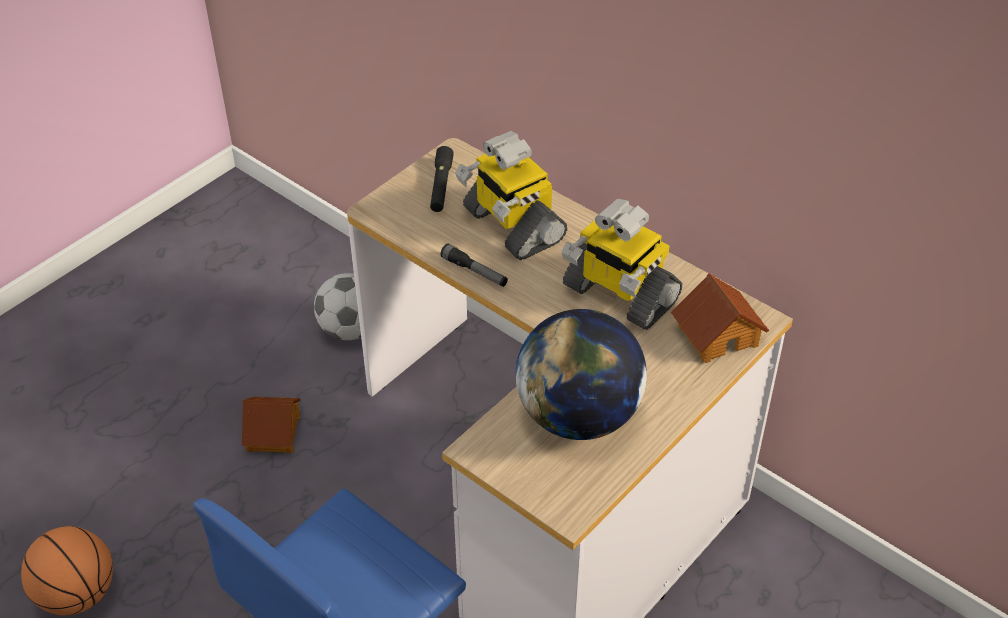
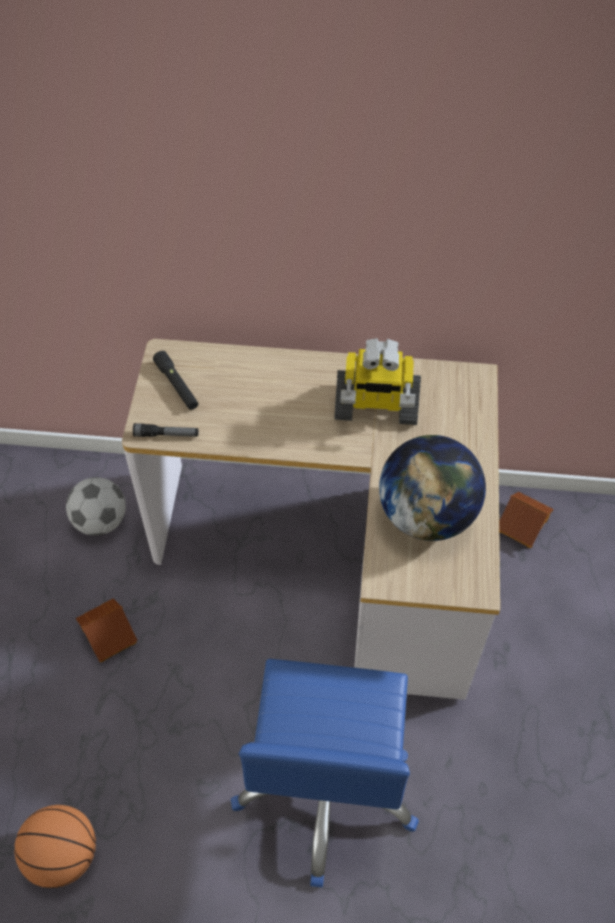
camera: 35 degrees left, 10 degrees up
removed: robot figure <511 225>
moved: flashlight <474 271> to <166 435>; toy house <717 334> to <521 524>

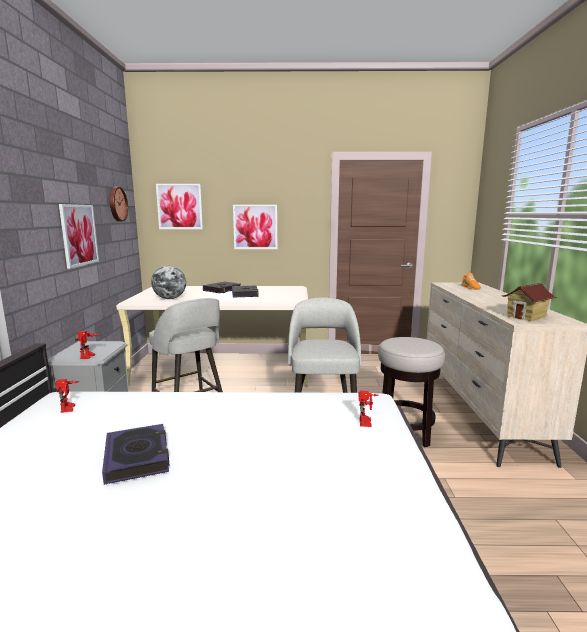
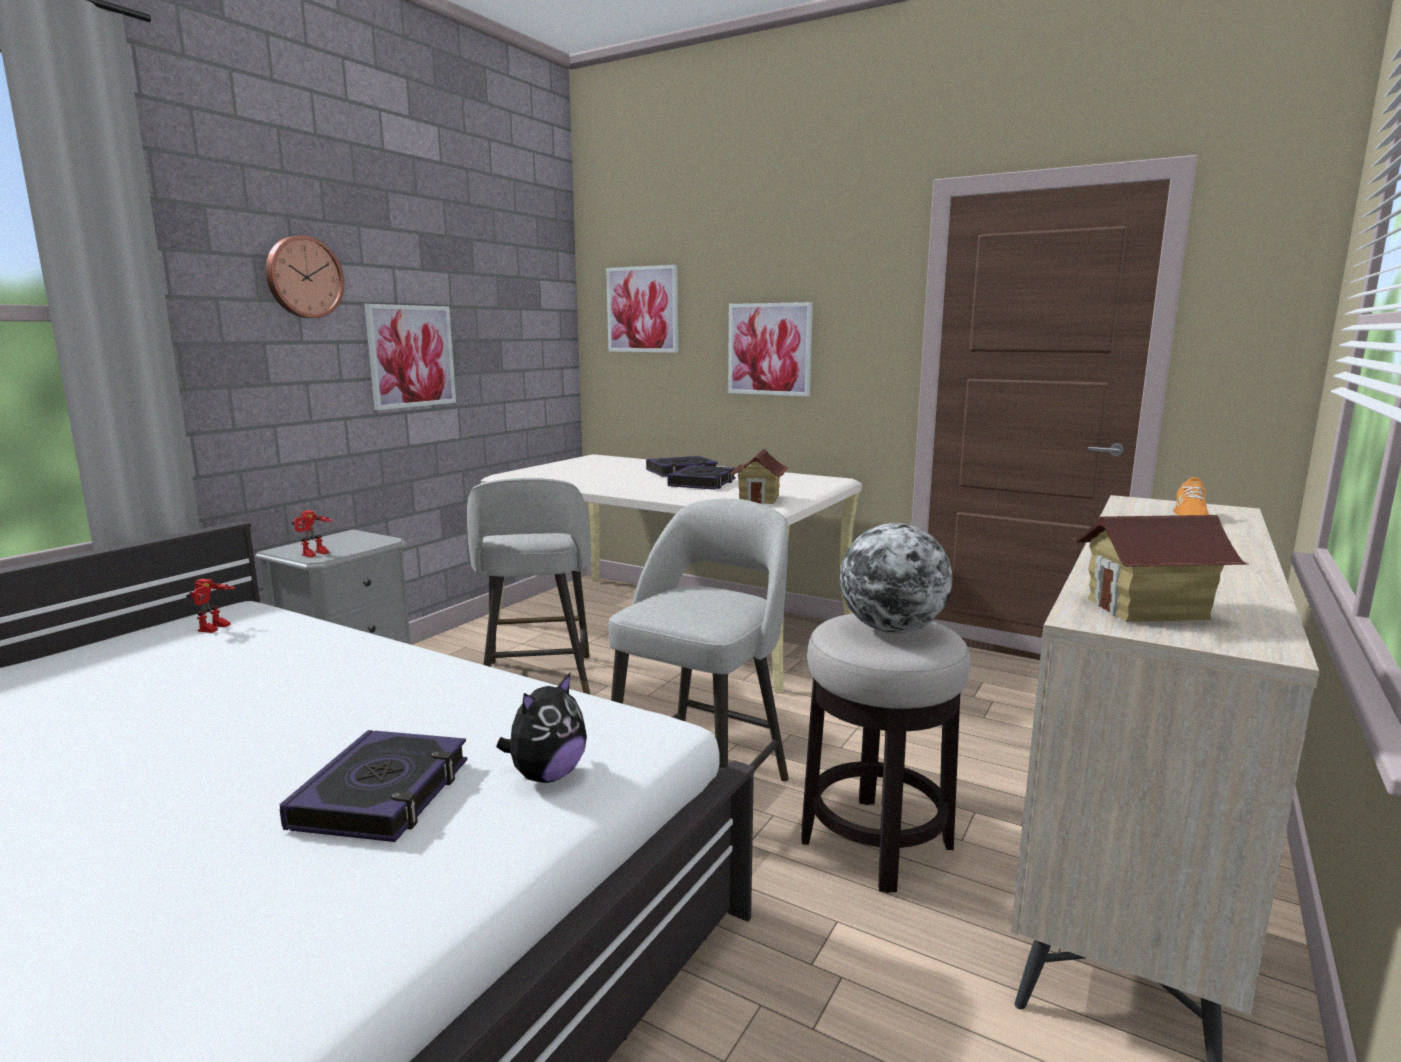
camera: 30 degrees right, 0 degrees up
added: toy house <759 499>
moved: book <137 458> to <383 794>; clock on the wall <117 204> to <303 277>; desk globe <170 298> to <892 629>
replaced: robot figure <367 423> to cuddly toy <546 775>

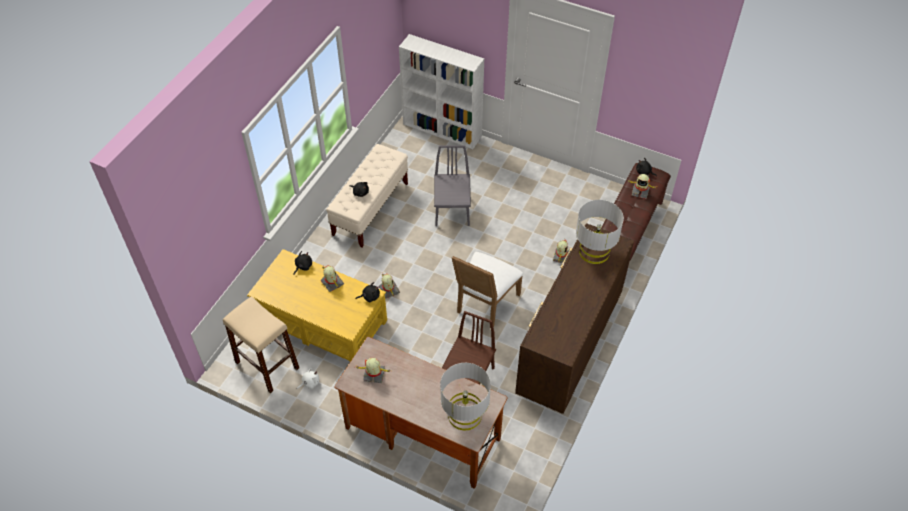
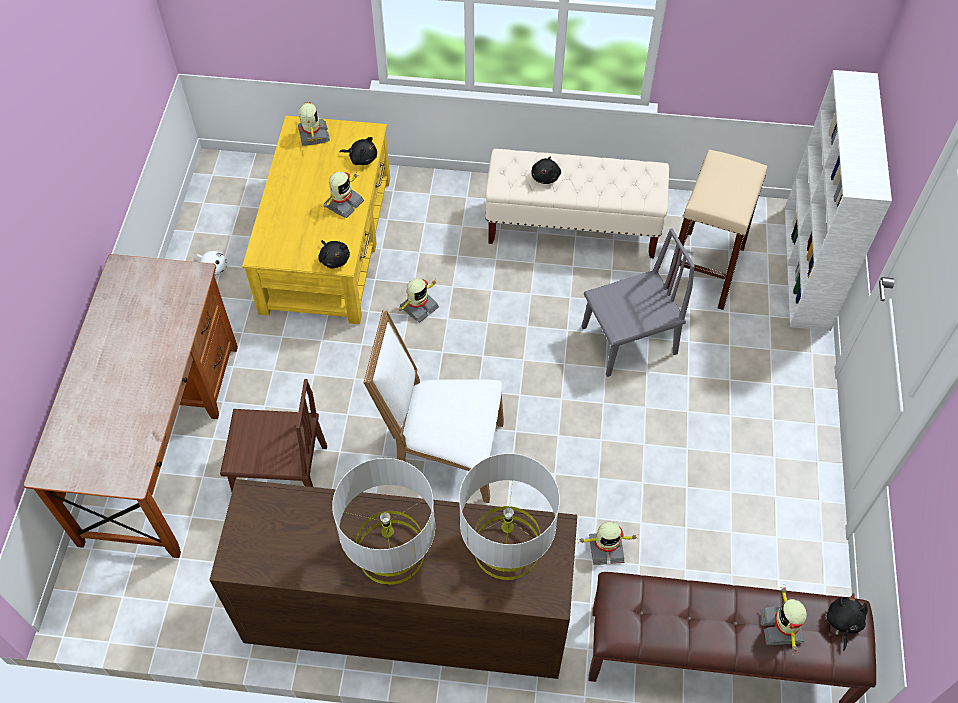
camera: 70 degrees right, 5 degrees up
moved: sitting stool (beige) <267 365> to <704 269>; robot figure <374 375> to <313 135>; table lamp (greyish) <465 414> to <391 553>

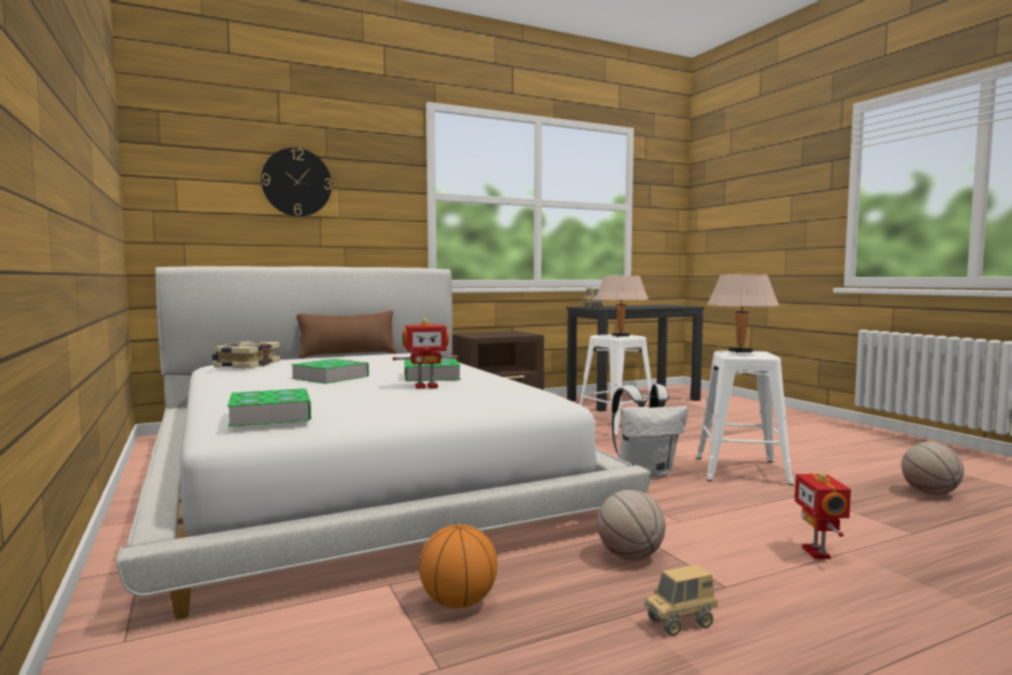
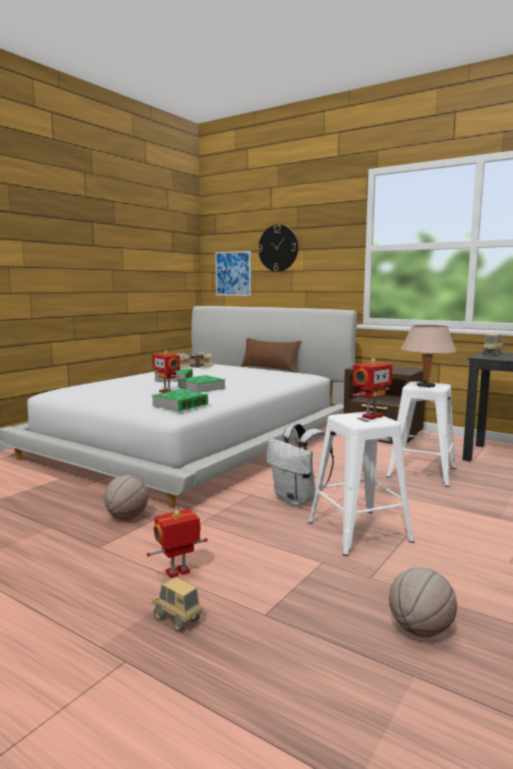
camera: 60 degrees right, 5 degrees up
removed: basketball <458 602>
added: picture <233 273>
moved: book <270 415> to <180 405>; toy truck <680 623> to <177 620>
replaced: table lamp (beige) <740 352> to robot figure <371 416>

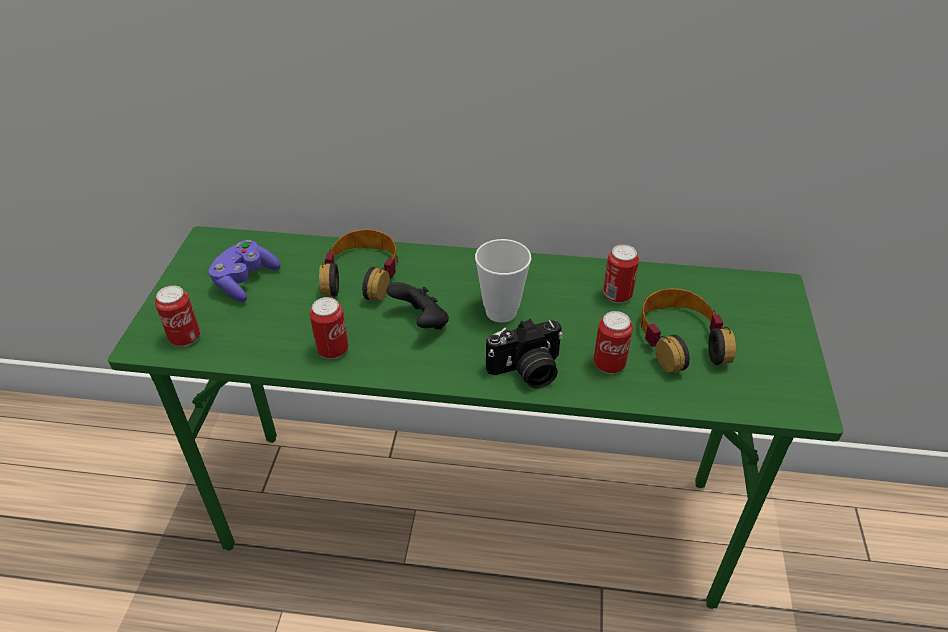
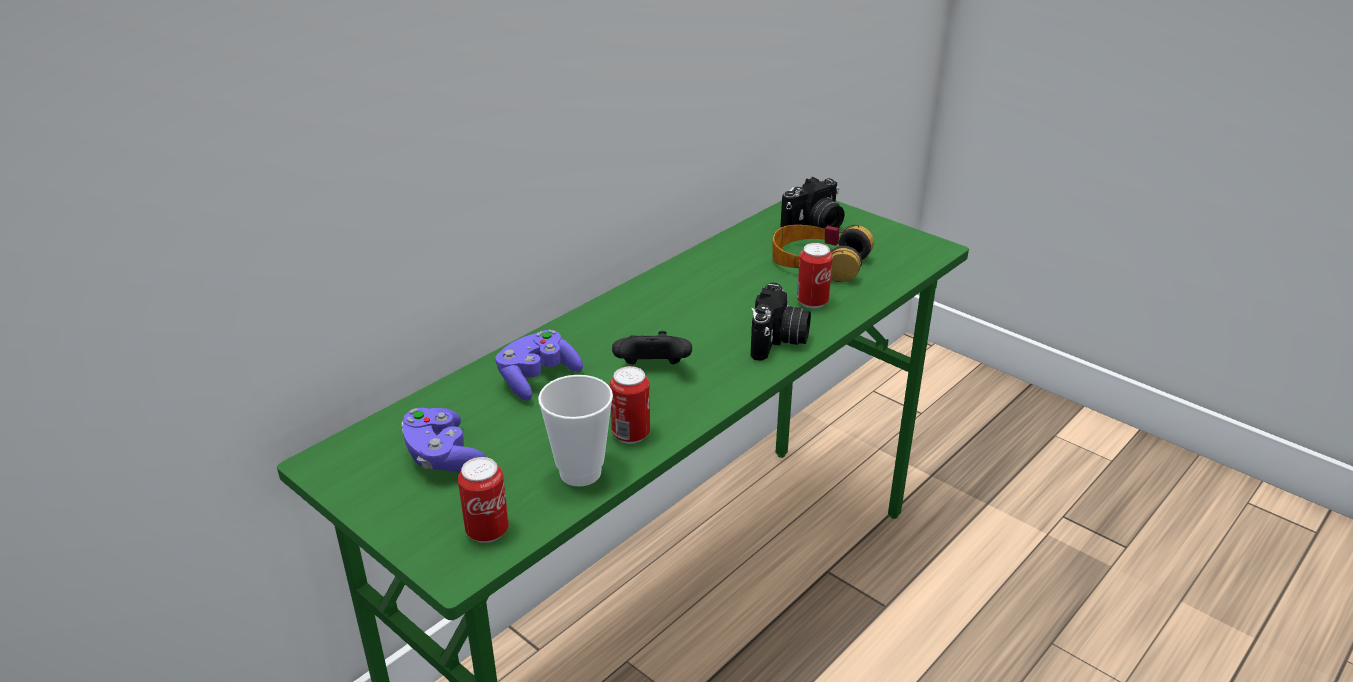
camera: 55 degrees left, 10 degrees down
removed: metal can <617 296>
added: photo camera <815 225>
moved: small cup <501 312> to <580 472>
replaced: headphones <362 275> to gamepad (purple) <537 378>

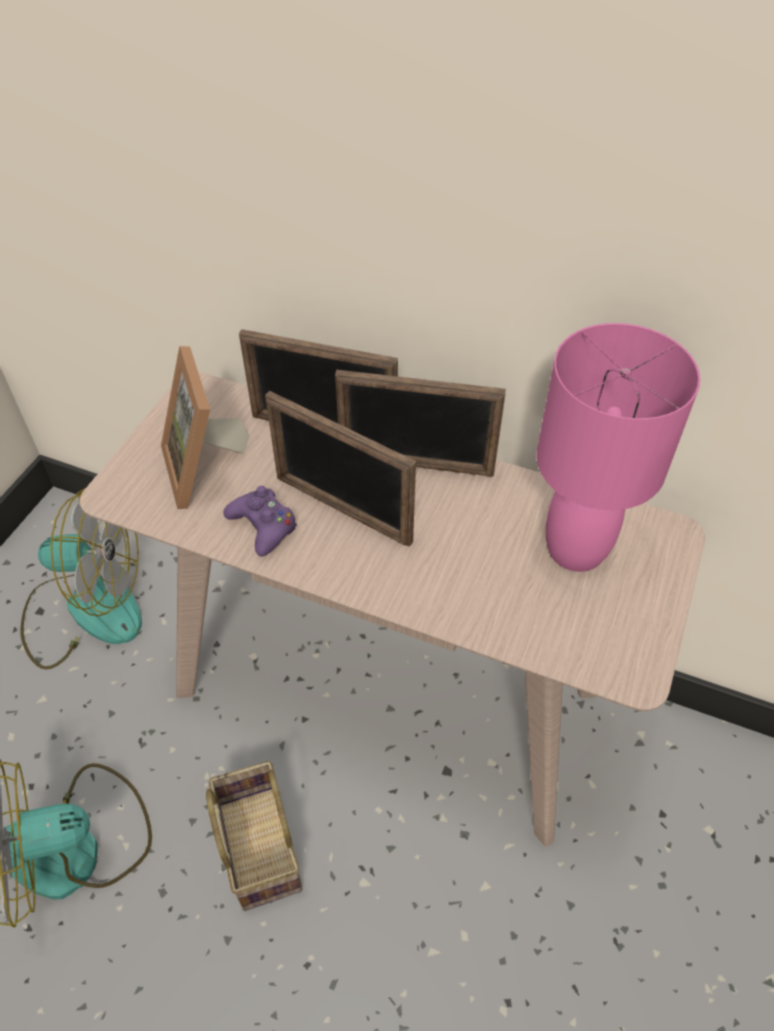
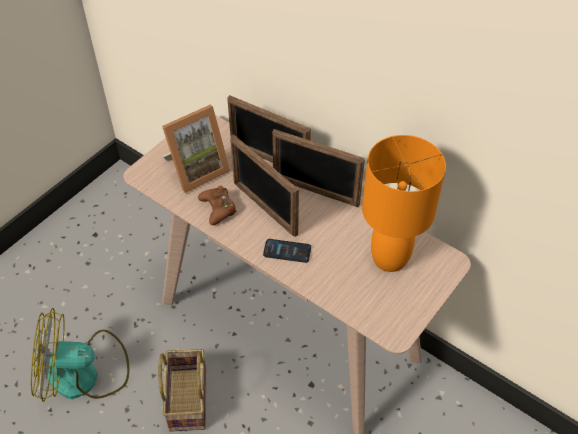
camera: 15 degrees right, 0 degrees up
removed: fan <86 609>
added: telephone <287 251>
recoloured: gamepad (purple) <263 526> to gamepad (brown) <218 208>; table lamp (pink) <577 549> to table lamp (orange-coloured) <390 259>
turned: standing frame <206 468> = <196 169> 120 degrees counterclockwise

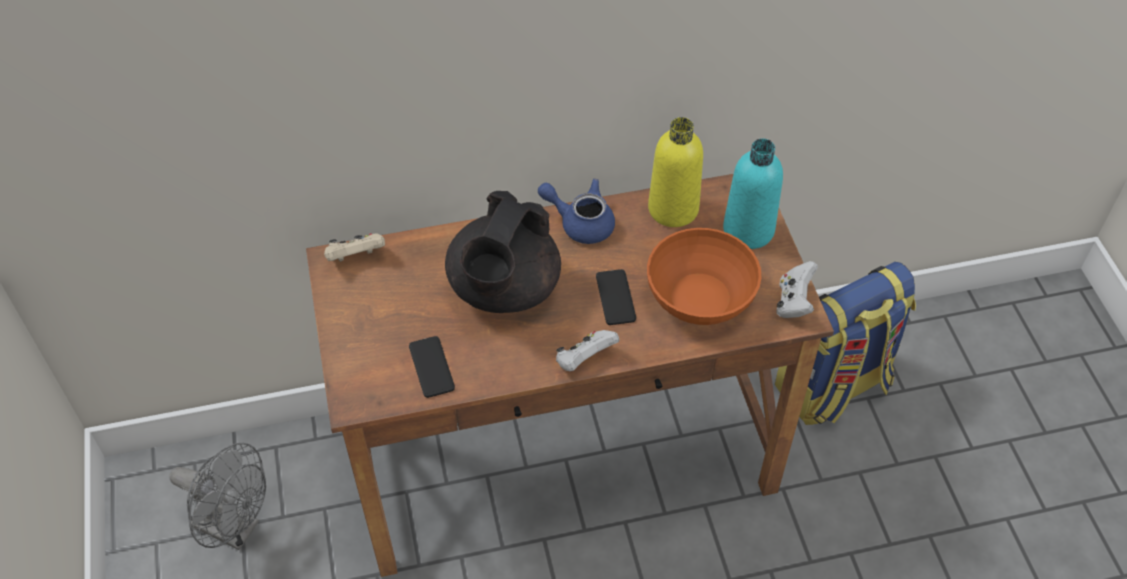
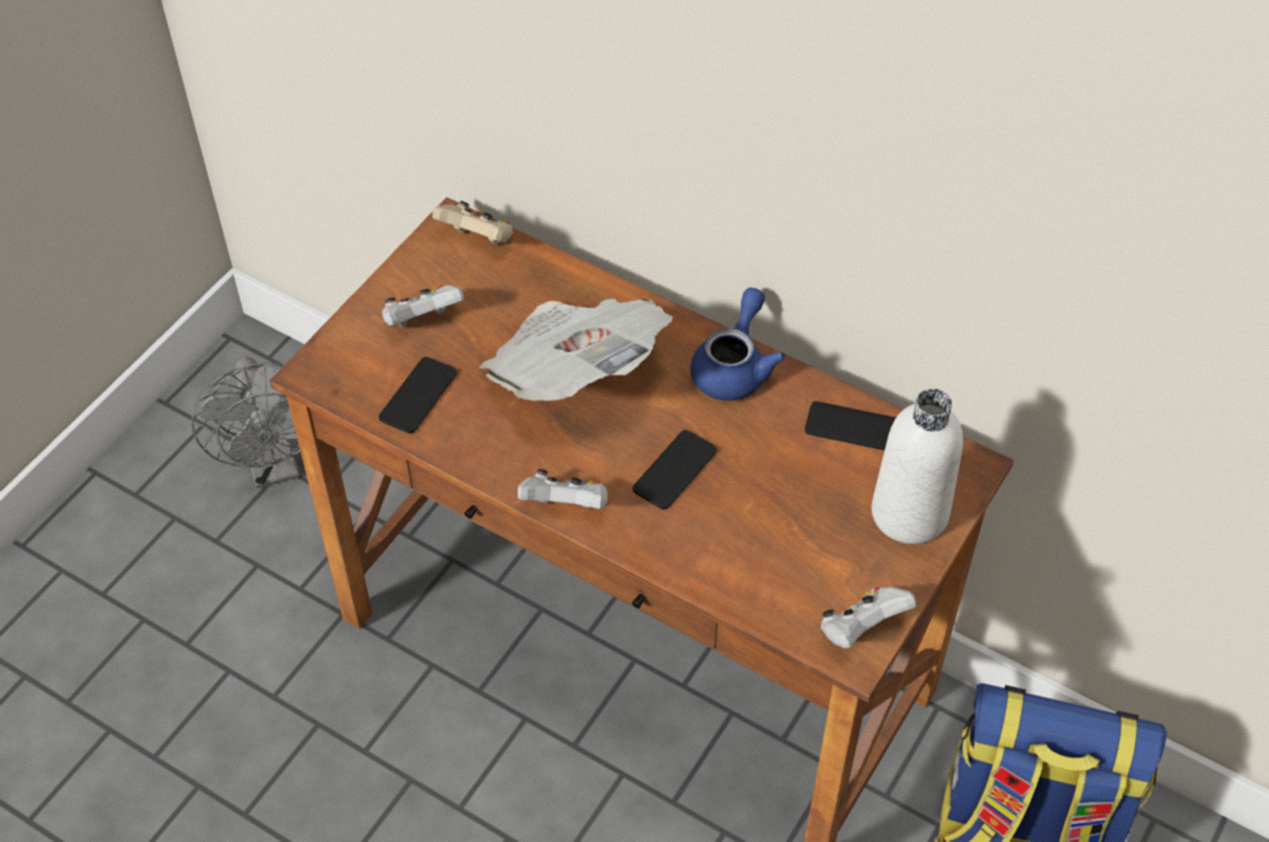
camera: 45 degrees right, 0 degrees up
removed: bowl (orange-coloured) <700 297>
added: gamepad (white) <422 321>
replaced: tea pot (black-coloured) <503 289> to daily paper <575 375>; beverage bottle (yellow) <673 209> to telephone <852 427>
recoloured: beverage bottle (turquoise-coloured) <748 230> to beverage bottle (white) <909 513>
turned: tea pot (bluish) <580 223> = <734 367> 45 degrees clockwise

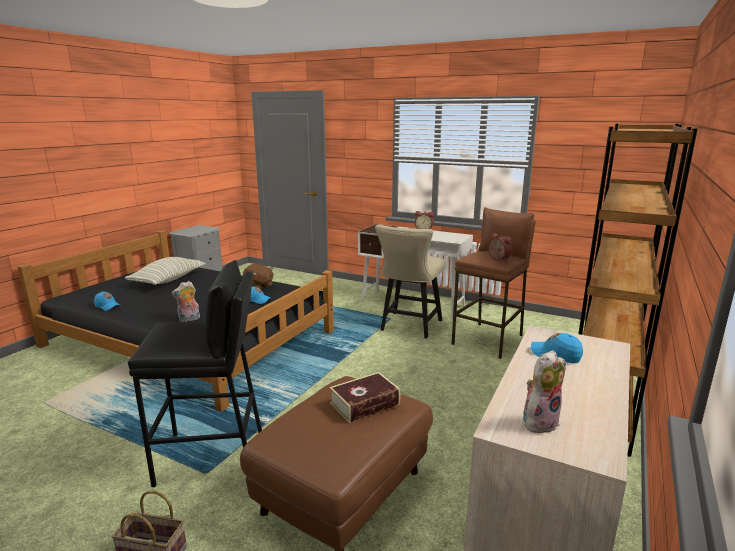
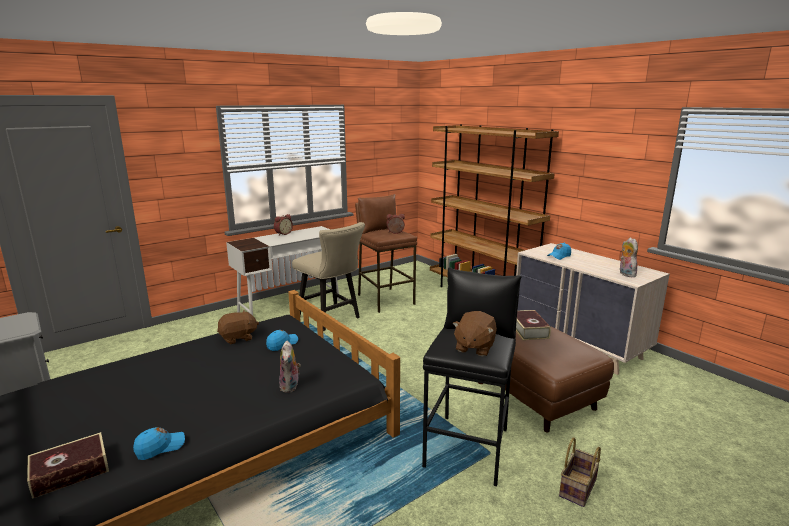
camera: 65 degrees left, 0 degrees up
removed: cushion <168 280>
added: book <70 472>; cuddly toy (brown) <474 347>

